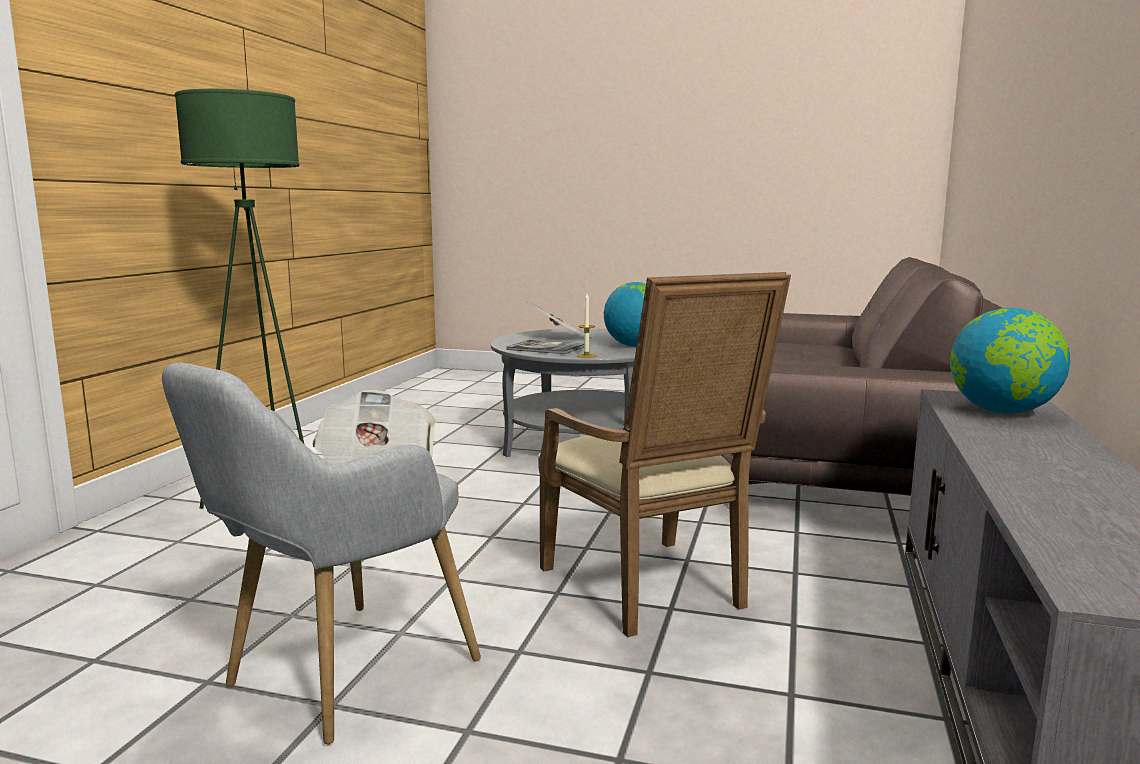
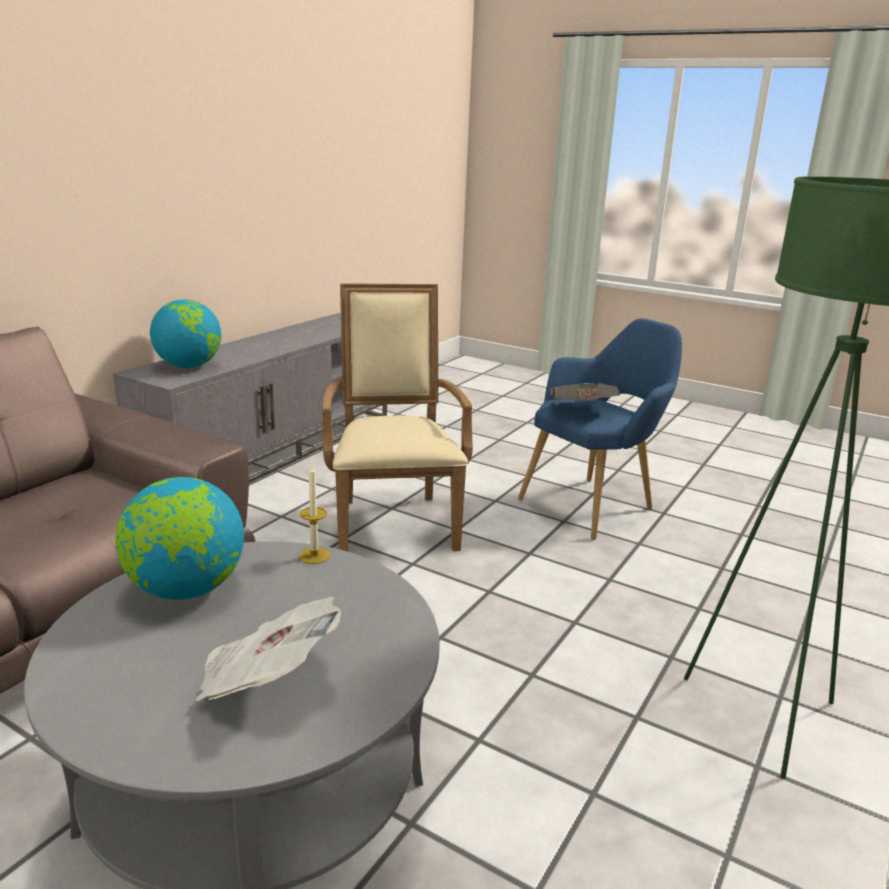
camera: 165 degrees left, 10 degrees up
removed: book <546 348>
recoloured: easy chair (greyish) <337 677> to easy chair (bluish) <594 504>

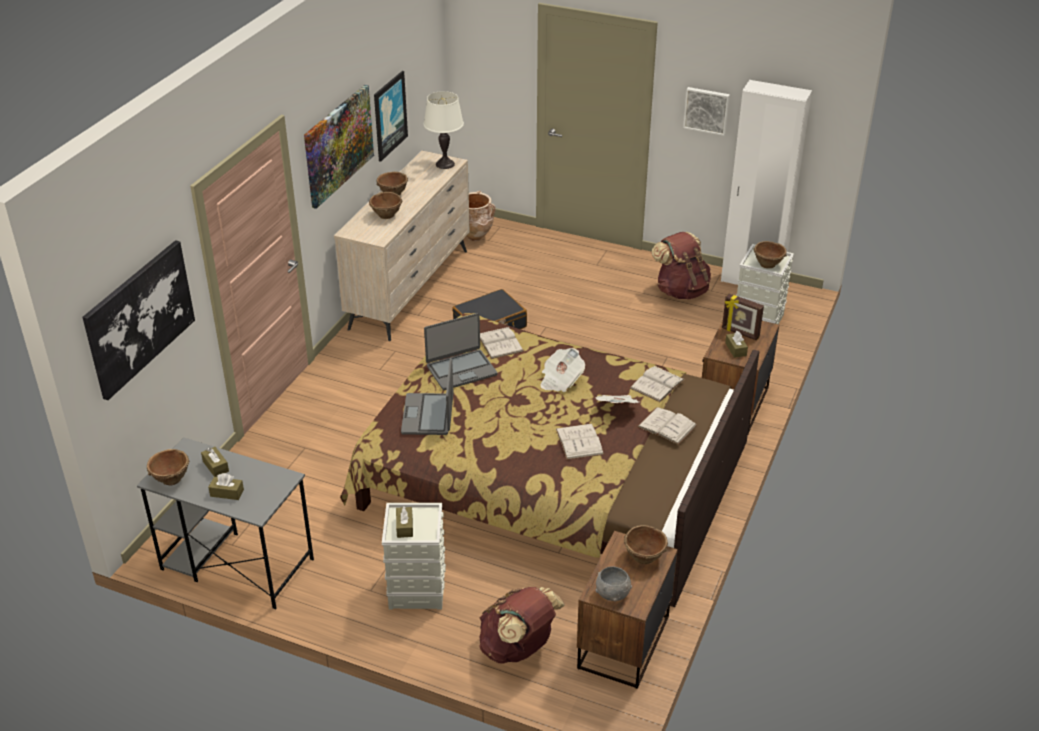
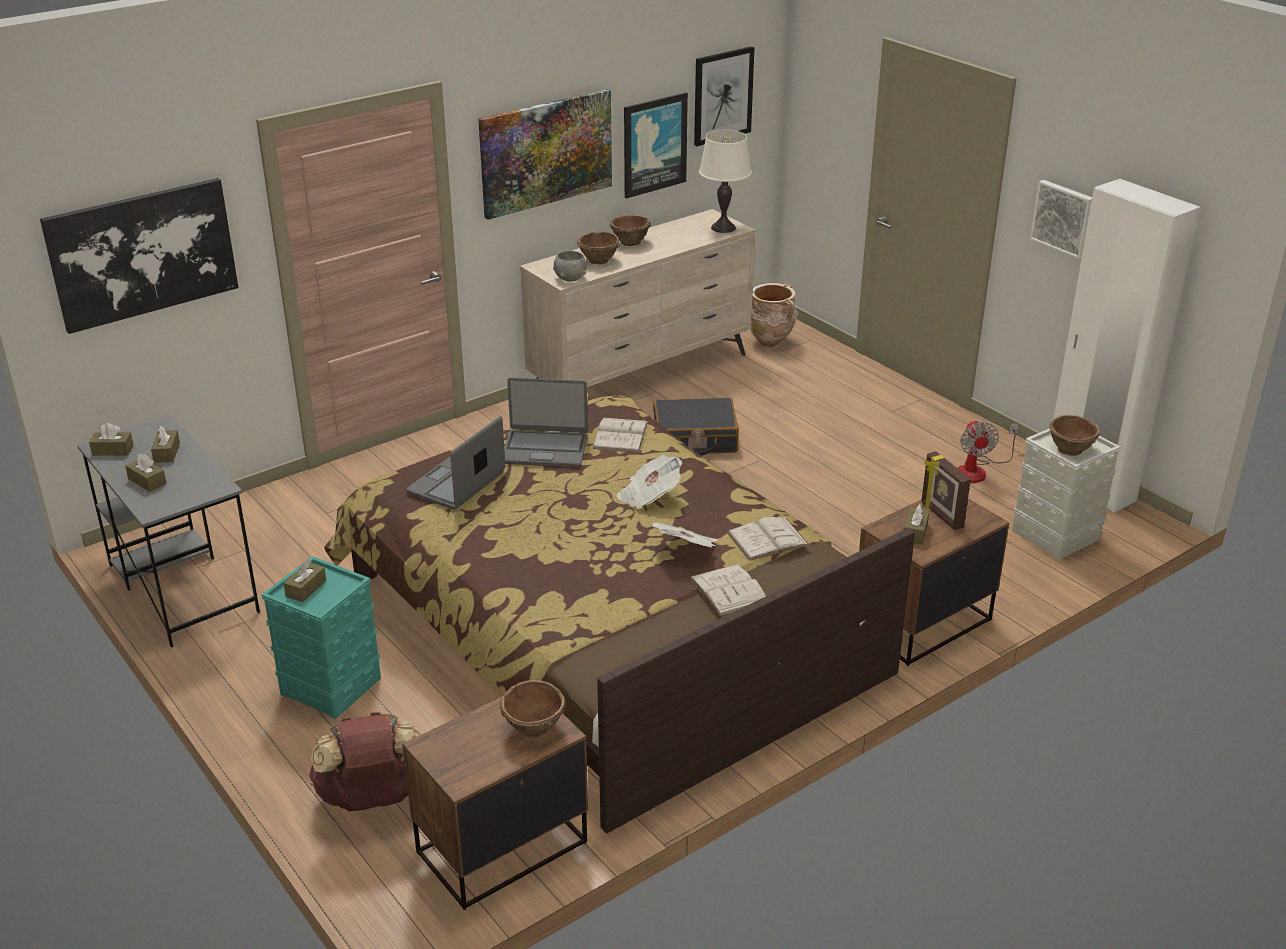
camera: 30 degrees right, 5 degrees down
removed: book (white) <579 441>
added: picture <722 95>
moved: bowl (greyish) <612 594> to <570 278>
replaced: bowl (brown) <171 479> to box of tissues (brown) <113 450>; backpack (brown) <681 291> to fan <977 470>
recoloured: storage box (greyish) <417 589> to storage box (turquoise-coloured) <332 686>

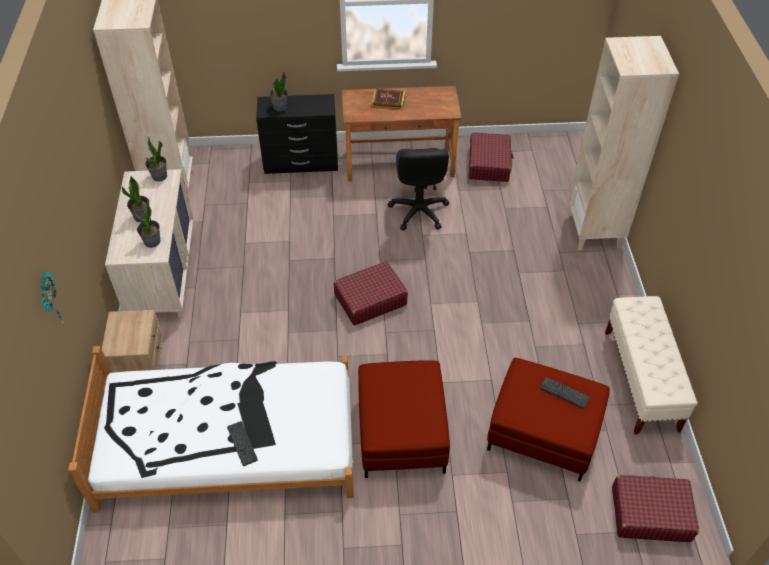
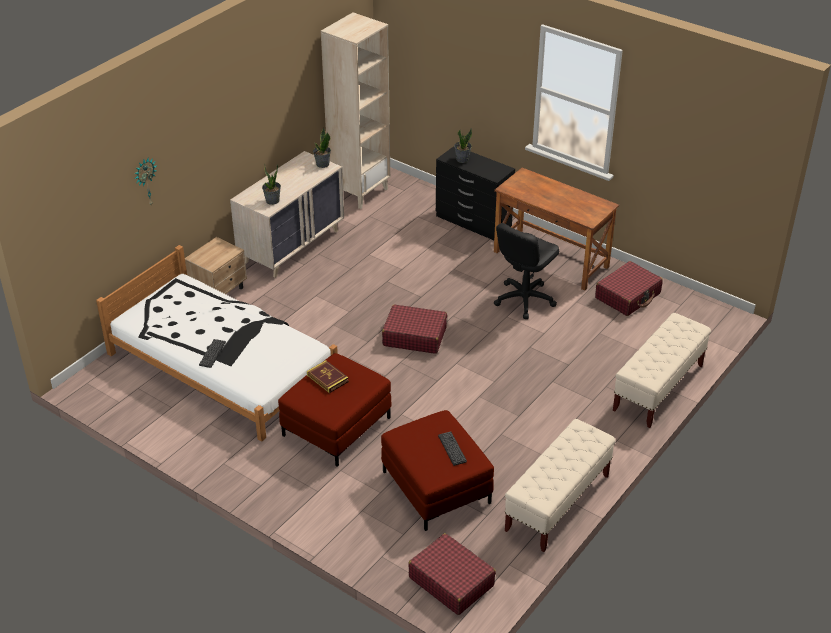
camera: 40 degrees right, 10 degrees down
removed: houseplant <142 217>
moved: book <388 100> to <327 378>
replaced: bookshelf (beige) <594 231> to long seat (beige) <658 388>

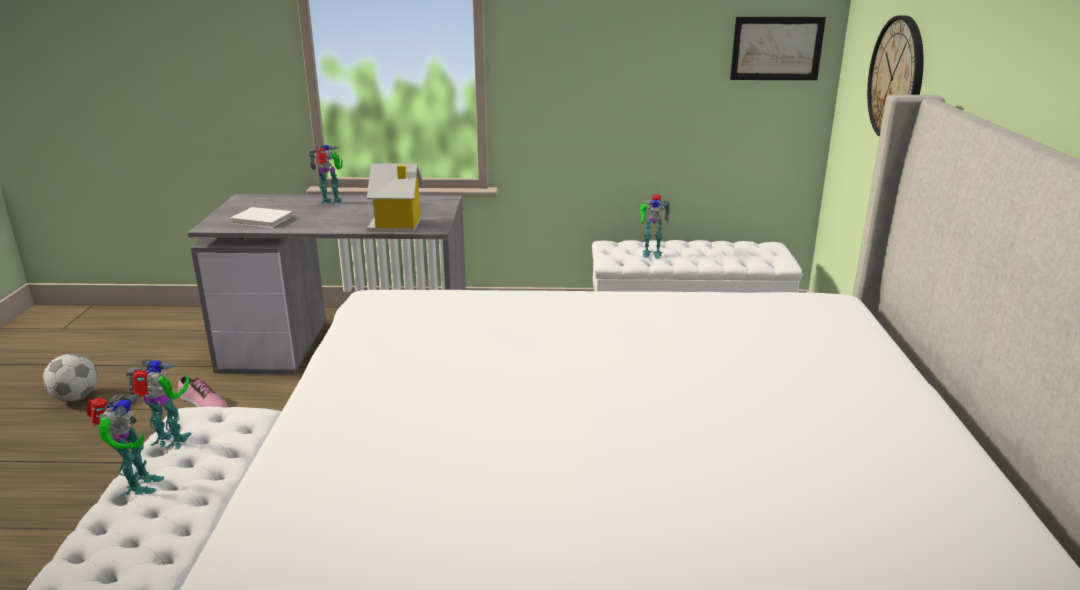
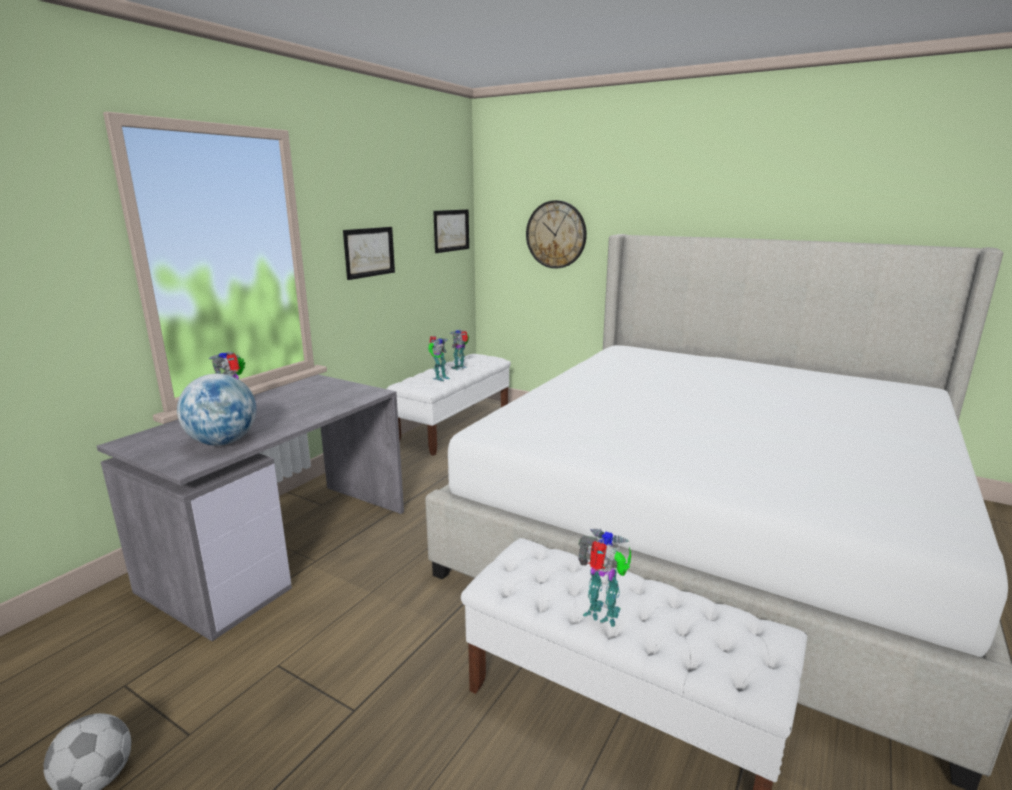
camera: 60 degrees left, 5 degrees down
removed: item of footwear <202 404>; toy house <397 225>
added: picture <369 252>
moved: robot figure <170 442> to <460 368>
replaced: book (white) <263 220> to desk globe <223 442>

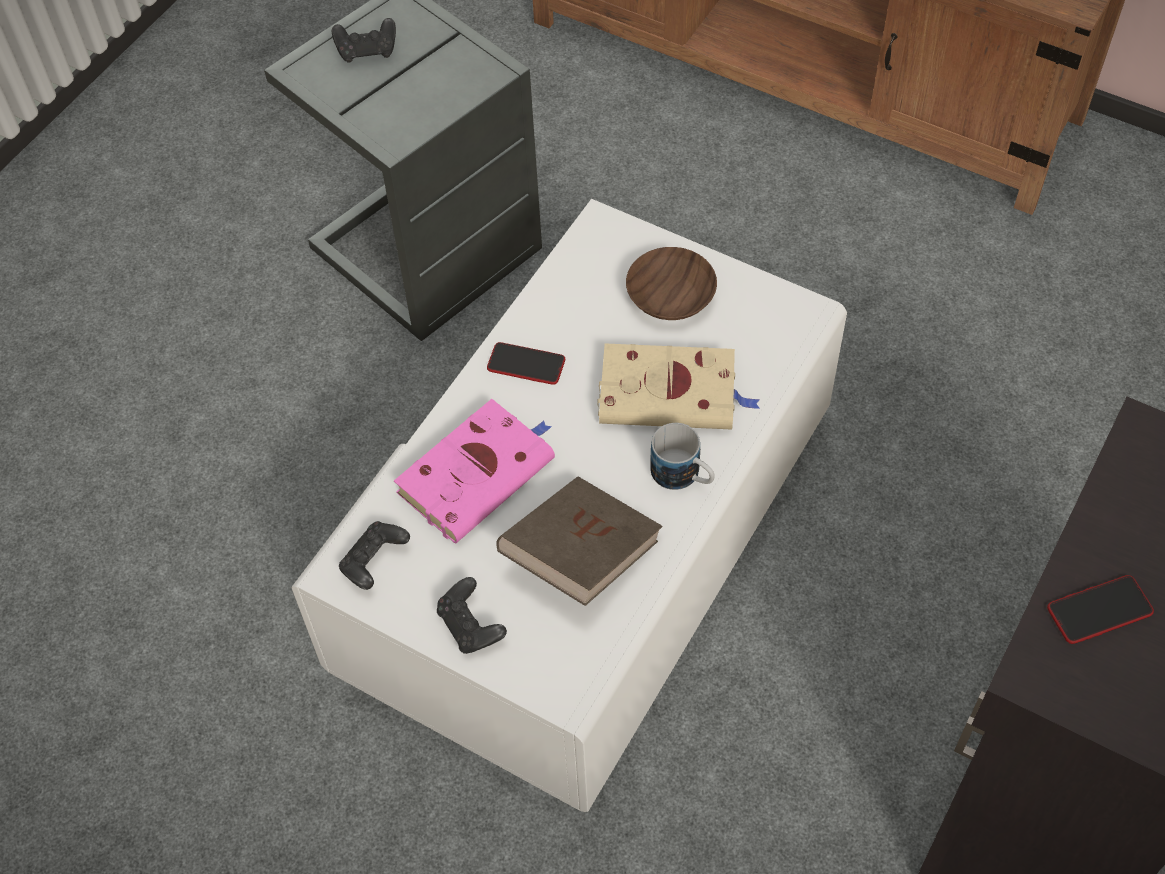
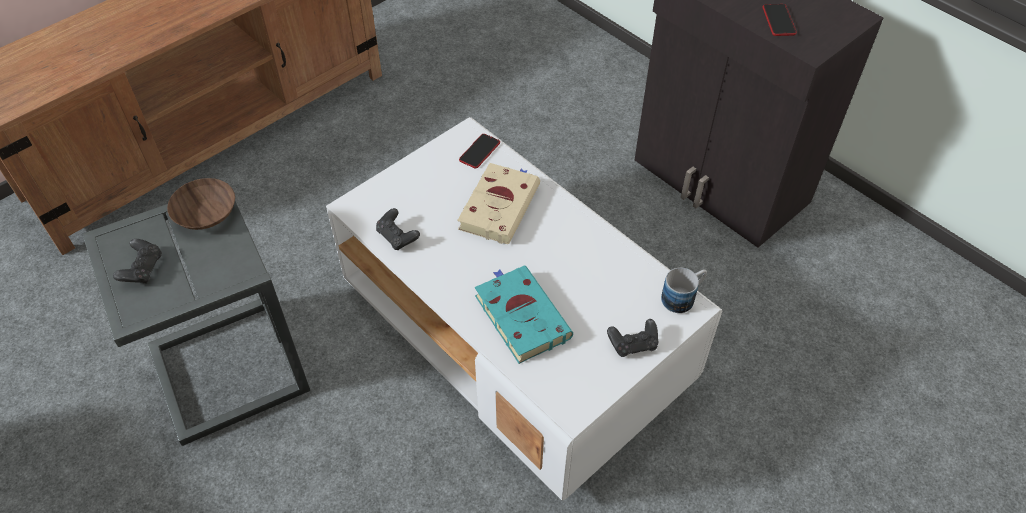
camera: 75 degrees left, 5 degrees down
removed: book (brown) <580 556>
moved: gamepad (black-coloured) <374 562> to <397 237>; telephone <526 364> to <479 151>; bowl (brown) <669 298> to <207 214>; mug <683 476> to <683 297>
recoloured: book (pink) <478 473> to book (turquoise-coloured) <520 315>

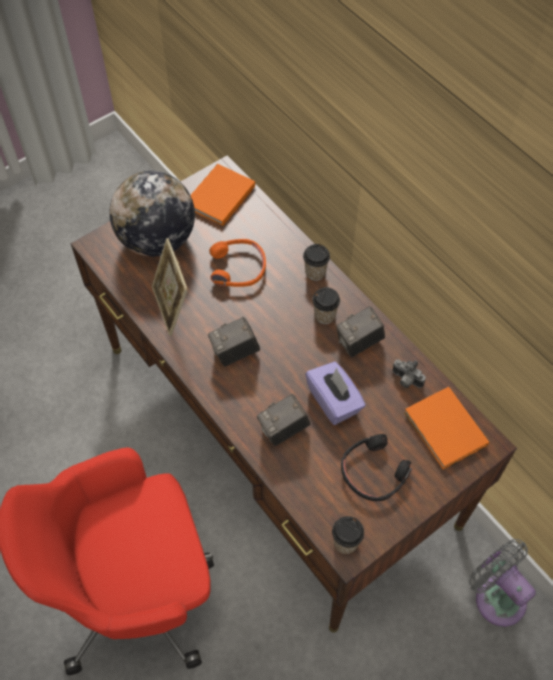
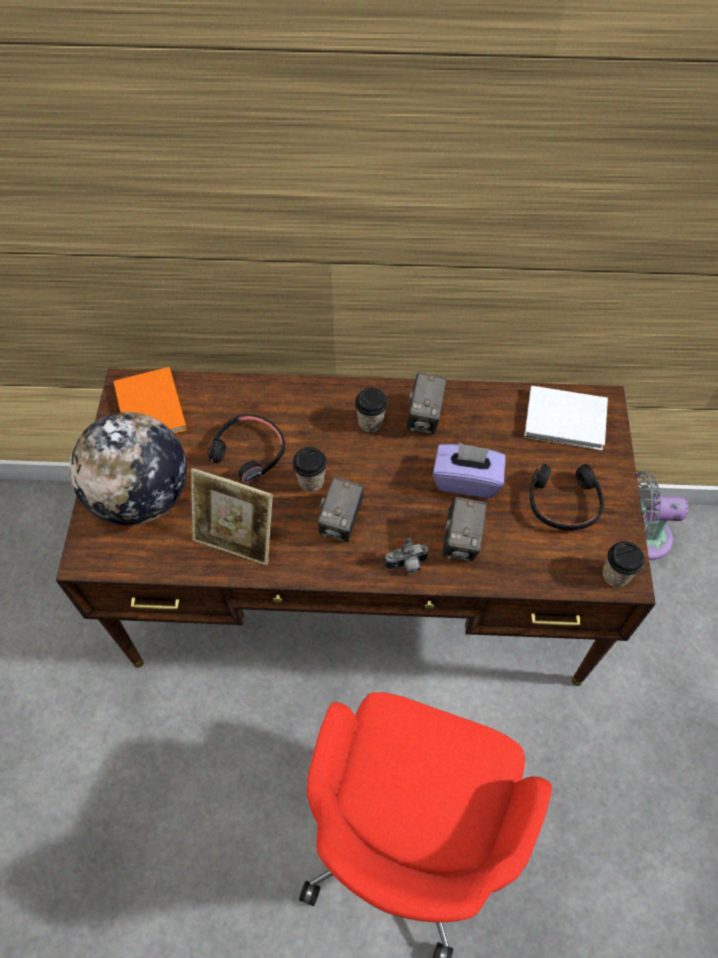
camera: 50 degrees left, 0 degrees up
moved: small cup <315 272> to <311 481>; photo camera <405 380> to <407 565>
recoloured: headphones (orange-coloured) <238 268> to headphones (black-coloured) <249 452>; book (orange-coloured) <445 431> to book (white) <567 421>

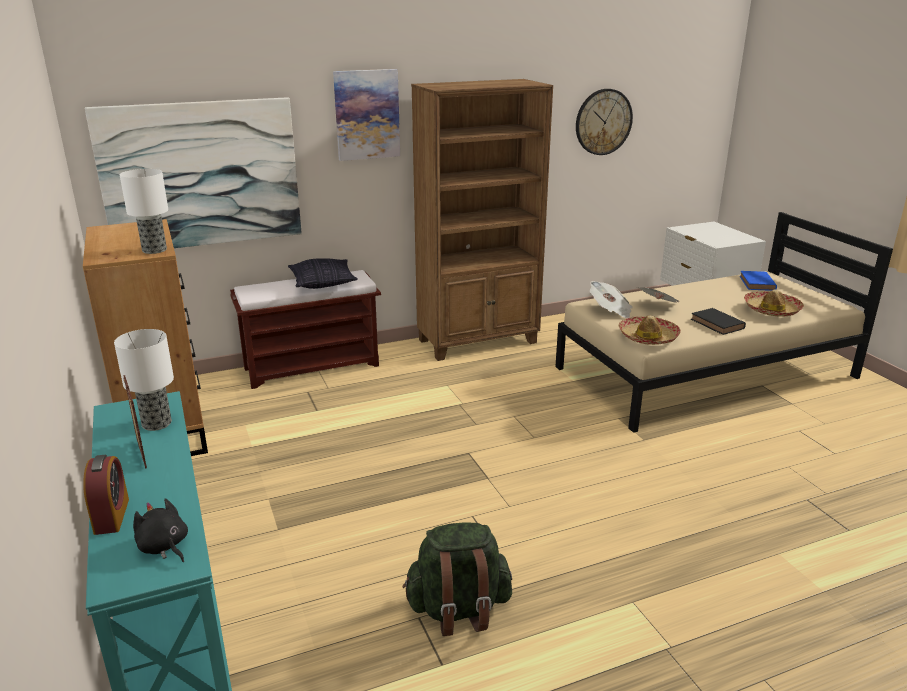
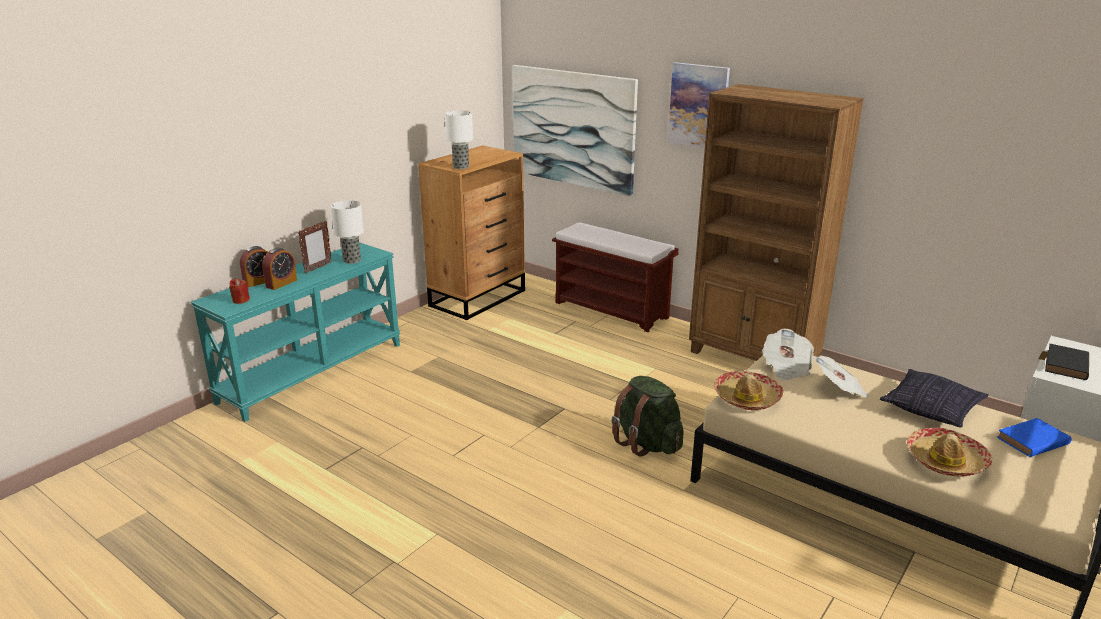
camera: 60 degrees right, 0 degrees up
removed: clock on the wall <603 122>
added: bedside clock <281 283>
moved: cushion <323 283> to <930 409>; backpack (green) <458 609> to <647 443>; book (black-coloured) <718 324> to <1066 366>
replaced: cuddly toy (black-coloured) <164 547> to wax light (red) <240 300>

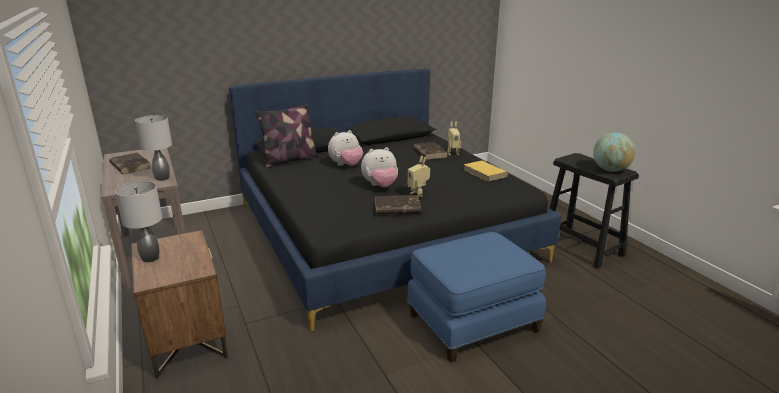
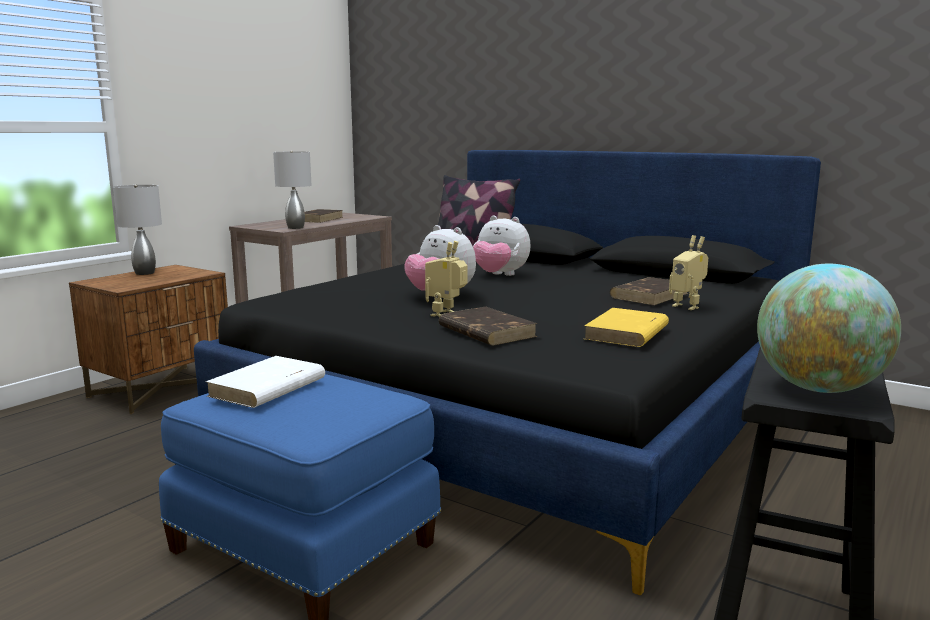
camera: 60 degrees right, 10 degrees down
added: book (white) <267 388>
moved: book (brown) <396 208> to <486 331>

